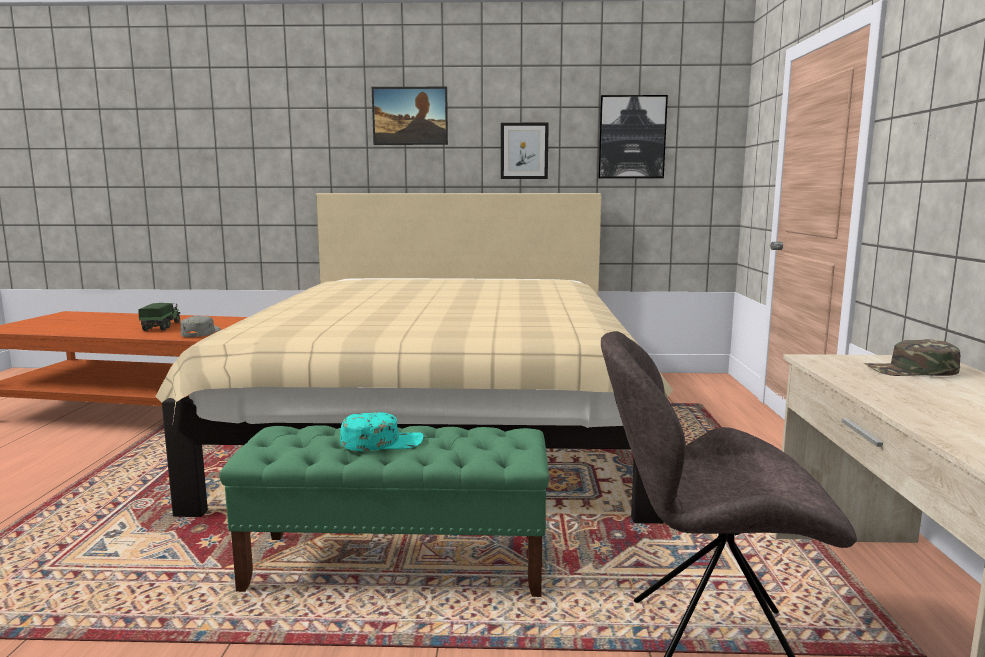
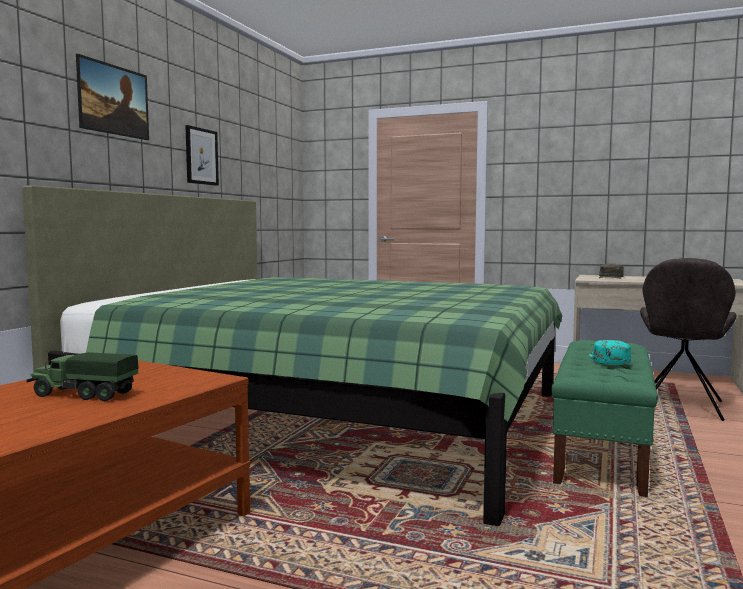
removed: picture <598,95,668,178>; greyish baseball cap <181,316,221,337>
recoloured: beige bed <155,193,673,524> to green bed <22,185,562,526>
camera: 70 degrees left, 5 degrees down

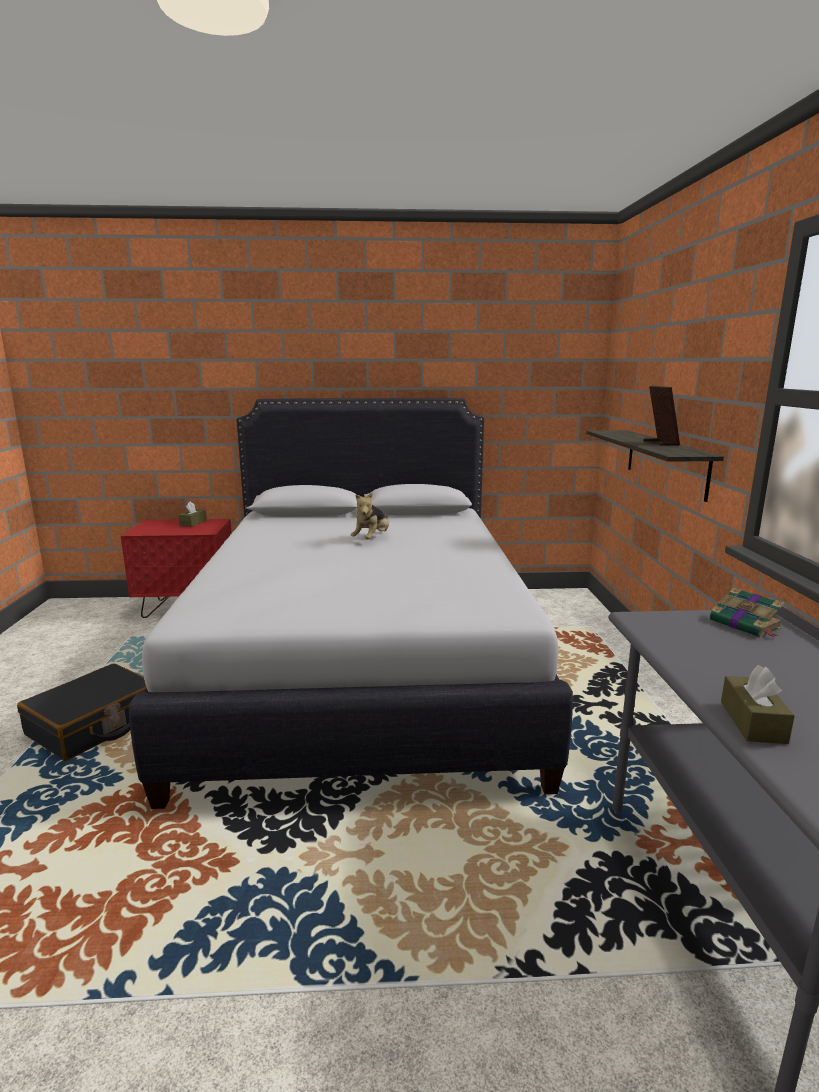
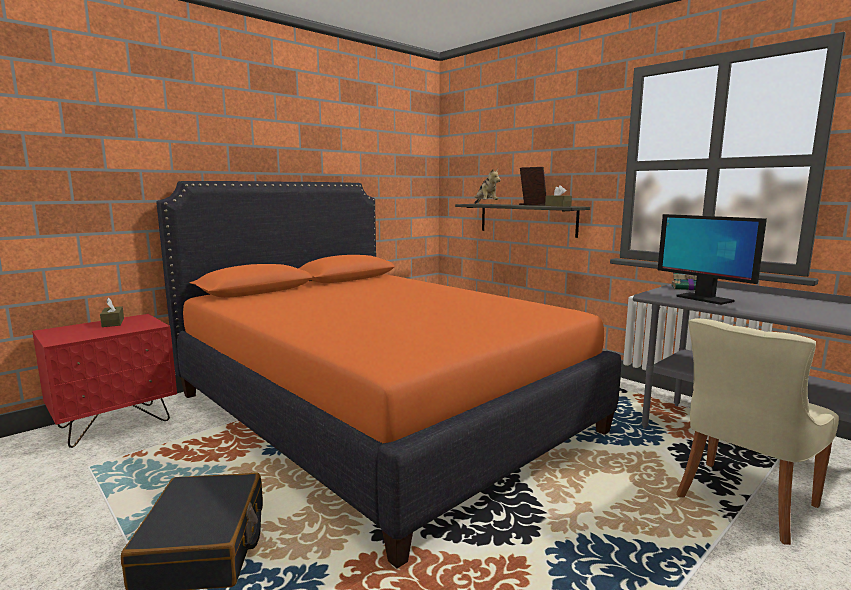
added: computer display <658,214,767,305>; beige upright chair <676,318,839,545>
moved: soft toy <351,493,389,539> to <474,169,501,204>; brown tissue box <721,665,795,744> to <545,185,572,207>
recoloured: white-coloured bed <129,398,573,809> to orangey bed <156,181,621,569>
camera: 40 degrees left, 5 degrees down

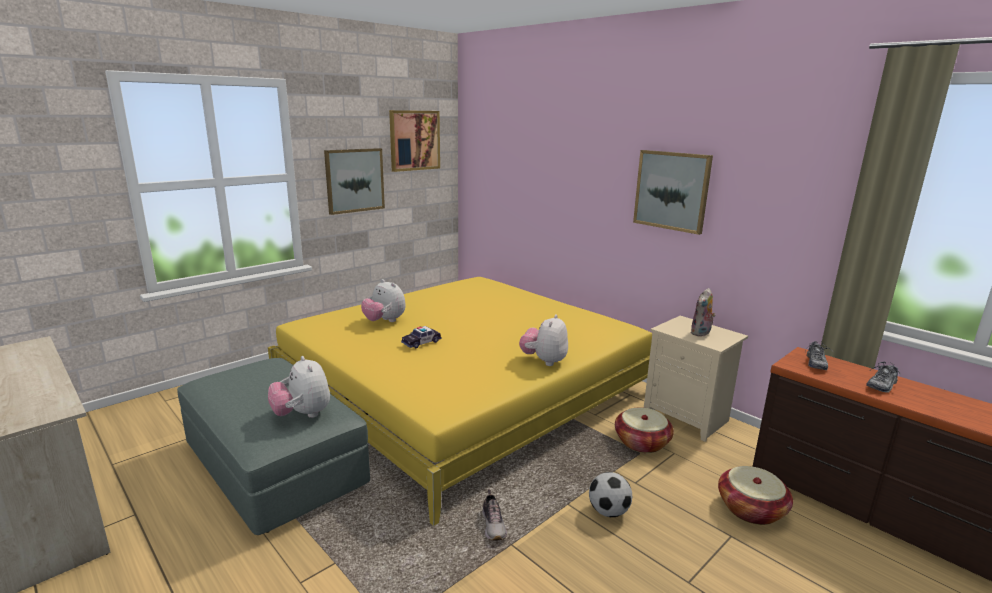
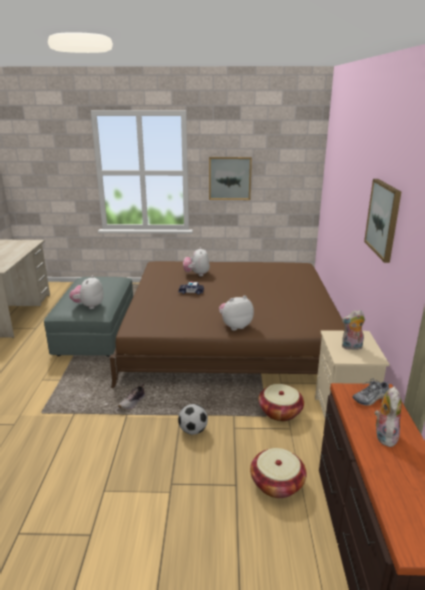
removed: picture <389,110,440,172>
replaced: low shoe <866,362,900,393> to soft toy <375,387,402,447>
recoloured: yellowish bed <268,277,652,526> to brown bed <109,261,345,388>
camera: 45 degrees right, 5 degrees up

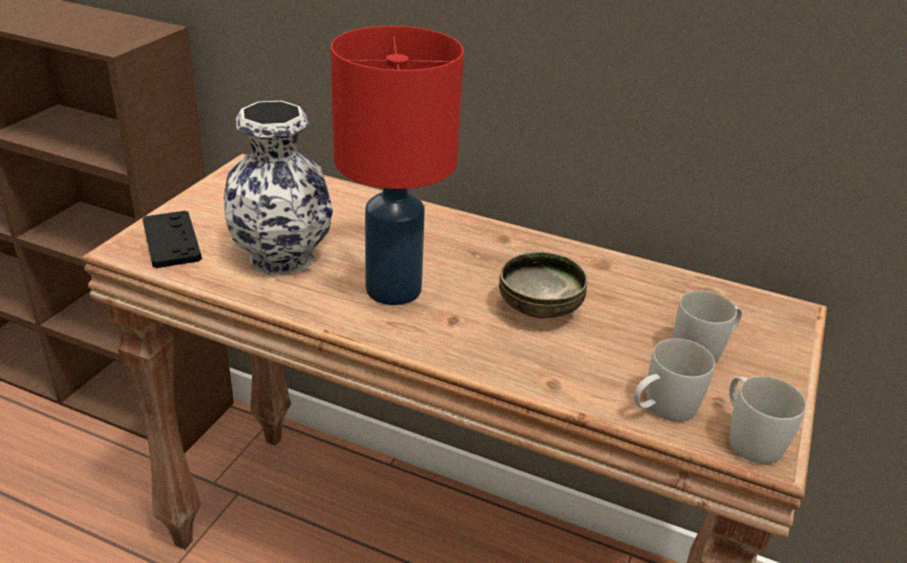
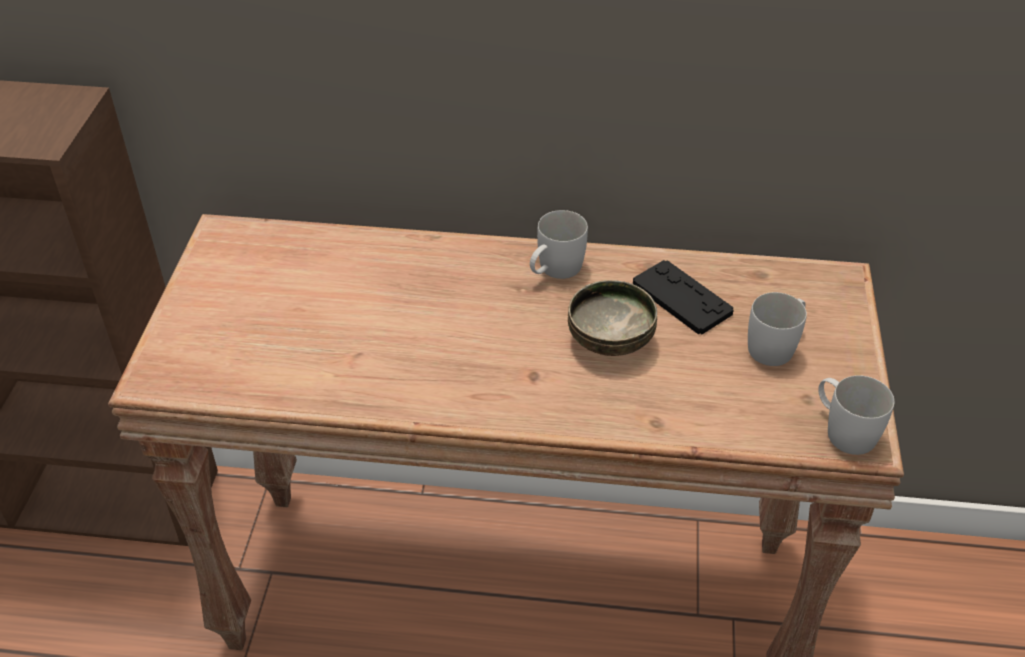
removed: red table lamp <331,26,464,305>; flower vase <224,101,333,275>
moved: black gamepad <143,211,202,268> to <633,260,734,334>; white-coloured tea mug <634,339,715,422> to <530,210,588,279>
camera: 15 degrees left, 10 degrees up

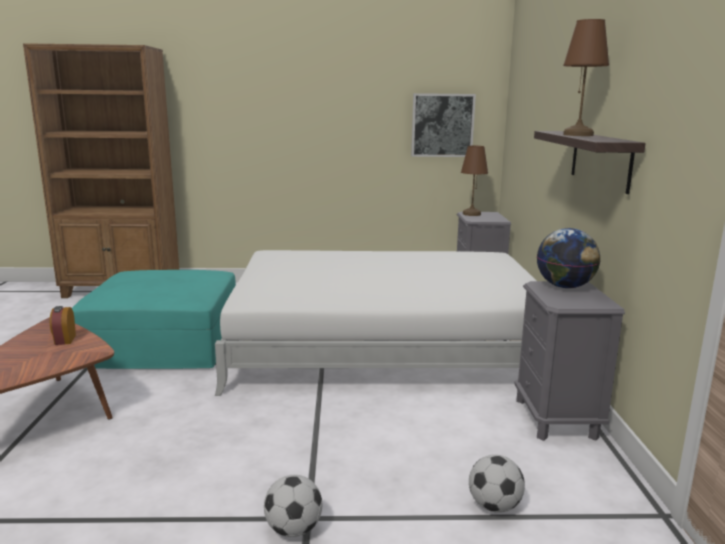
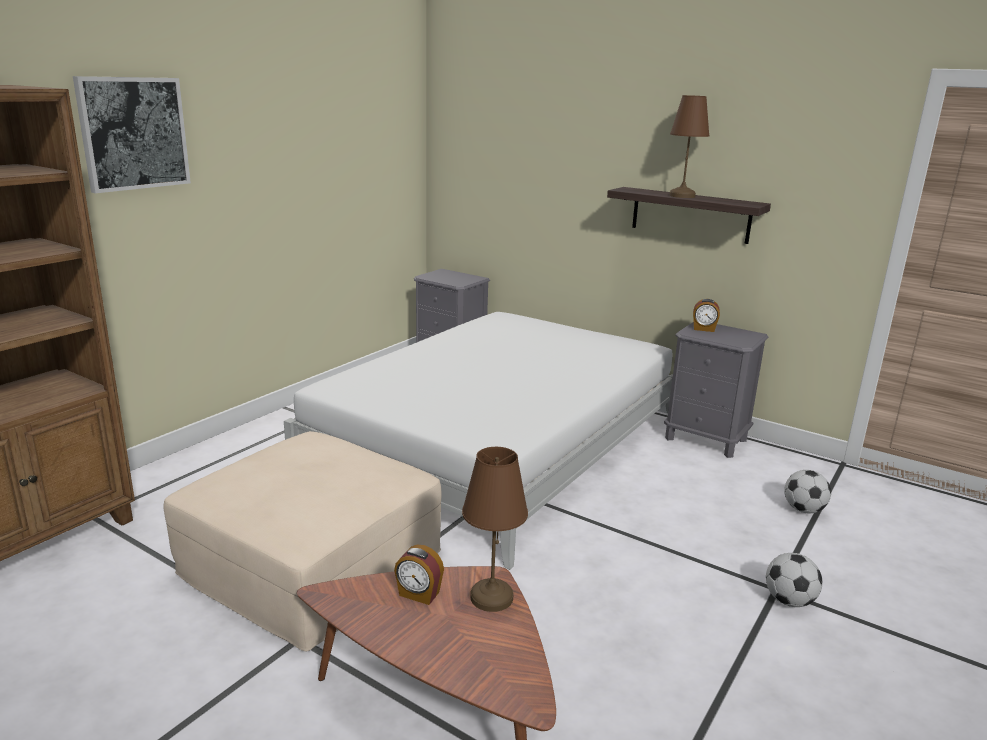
moved: picture <411,93,476,157> to <73,76,191,193>; brown table lamp <461,146,488,216> to <462,447,528,612>
replaced: world globe <537,228,601,288> to table clock <693,299,720,332>
recoloured: blue-green pouffe <72,270,236,369> to beige pouffe <163,431,441,651>
camera: 55 degrees left, 5 degrees up

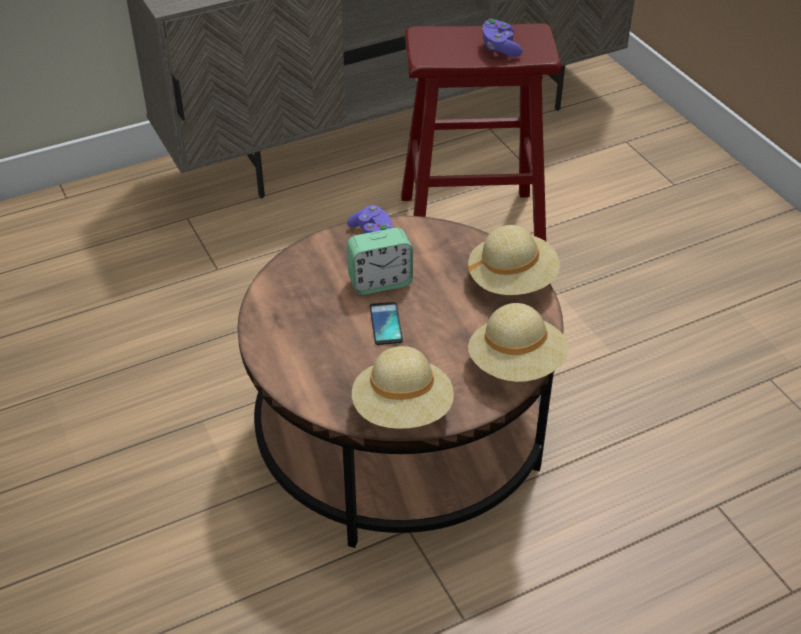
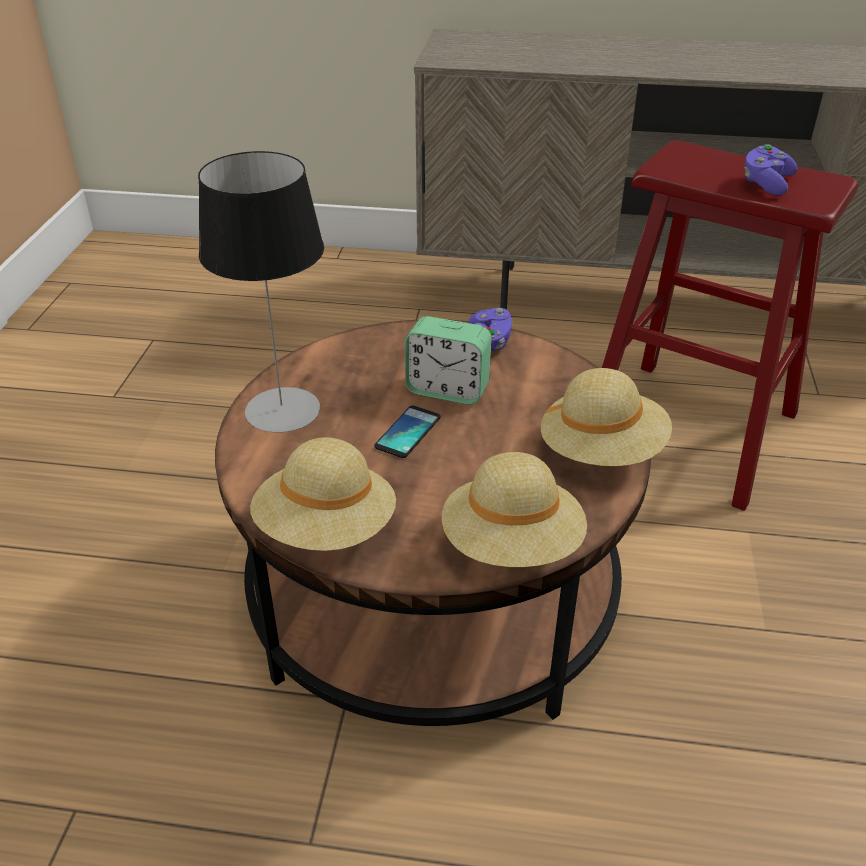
added: table lamp <198,151,324,433>
camera: 35 degrees right, 5 degrees down

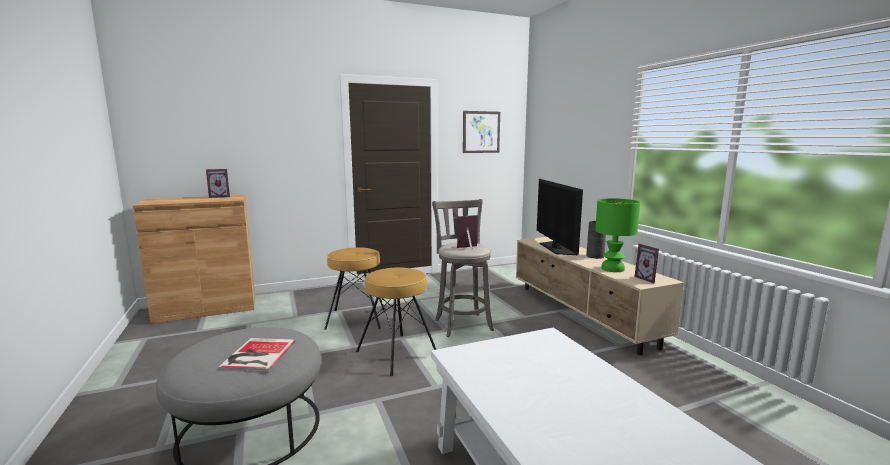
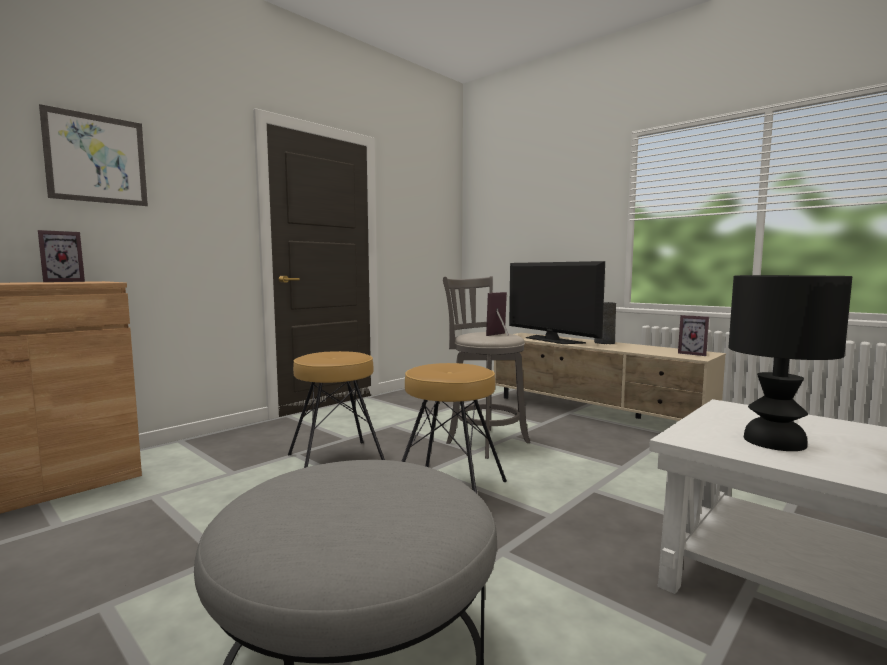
removed: green table lamp <595,198,640,272>; volume <219,338,295,371>
added: black table lamp <729,275,852,451>
moved: picture <463,111,500,153> to <39,104,148,206>
camera: 25 degrees left, 5 degrees down

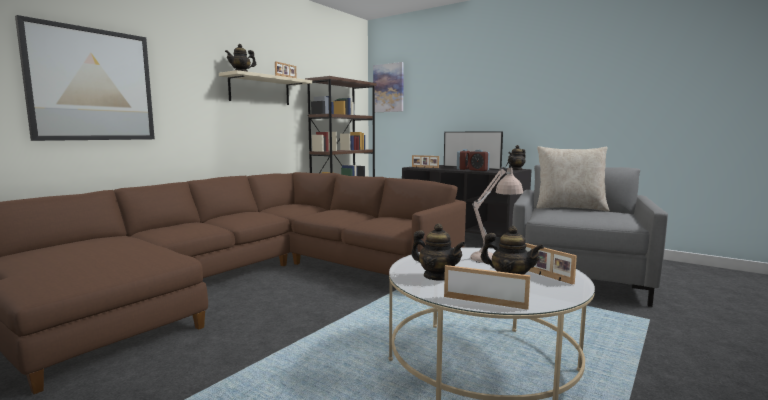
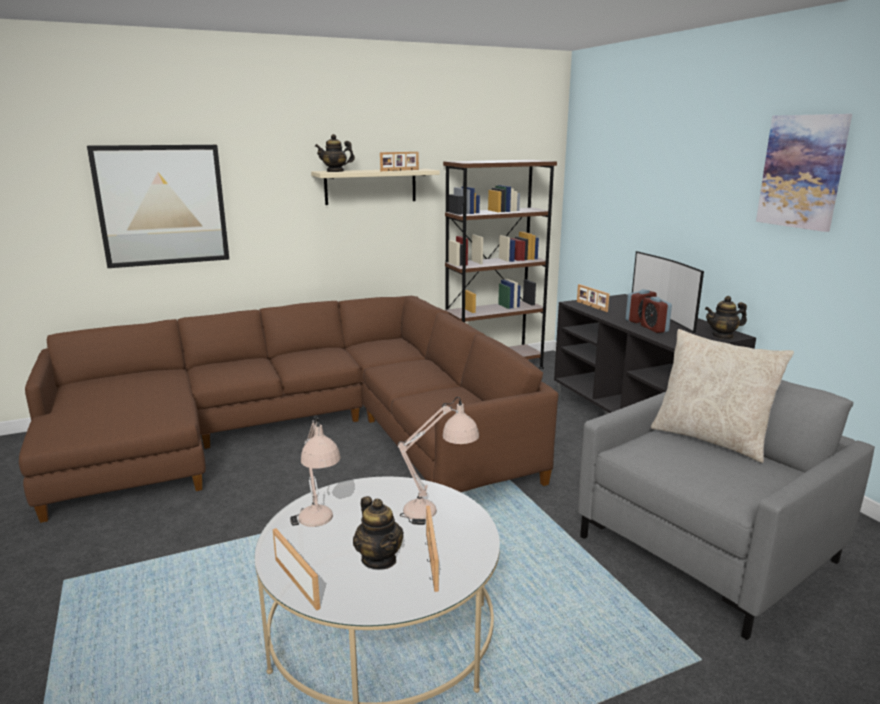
moved: picture <373,62,404,112> to <756,114,852,232>
replaced: pot for tea <411,224,466,281> to beige table lamp <290,416,341,527>
camera: 30 degrees right, 10 degrees up

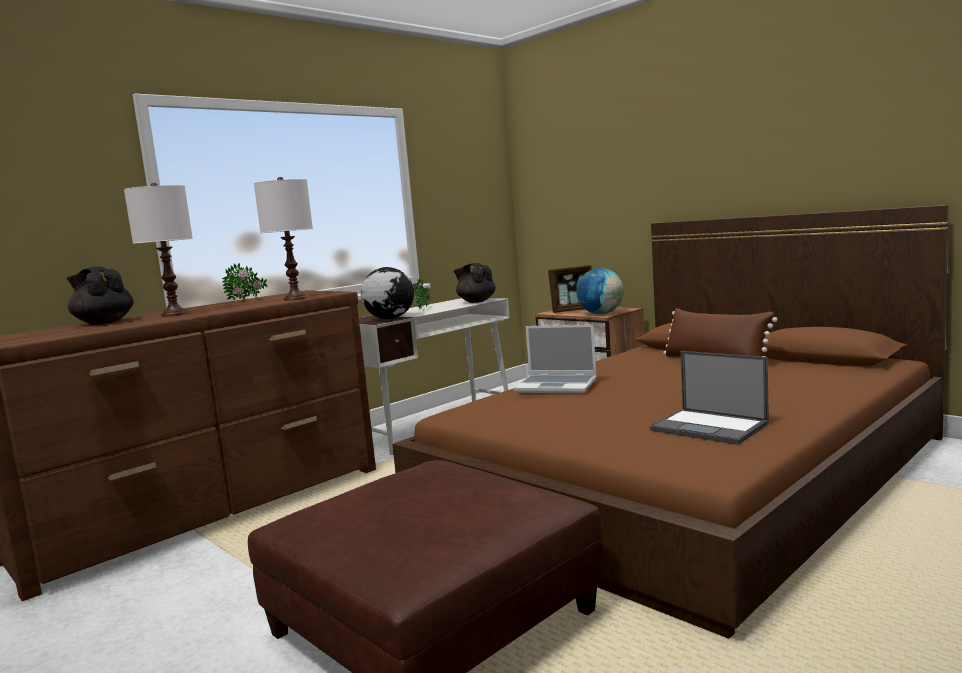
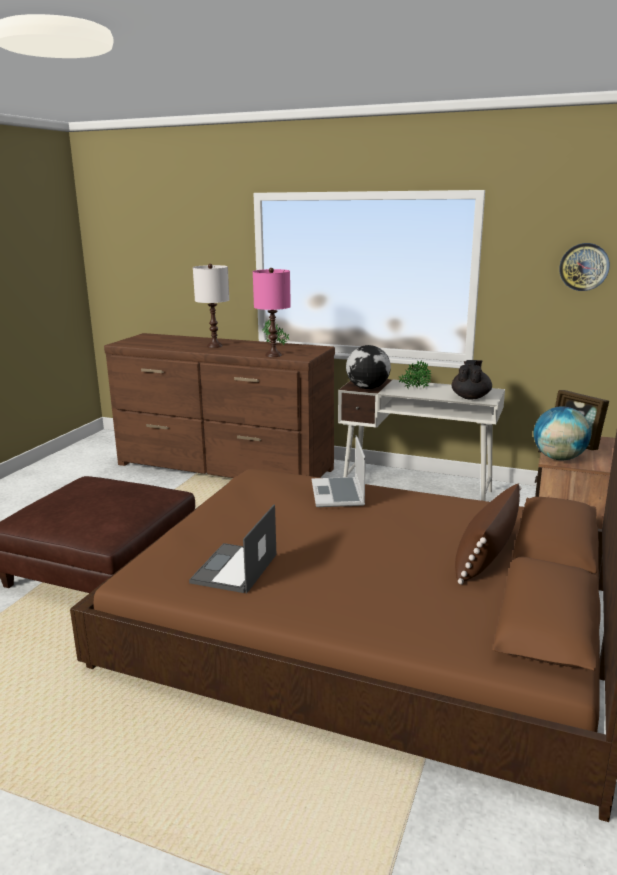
removed: black pot for tea <67,267,134,325>
added: hanging clock <560,243,610,291>
recoloured: white-coloured table lamp <254,177,313,301> to pink table lamp <253,268,291,357>
camera: 65 degrees right, 10 degrees up

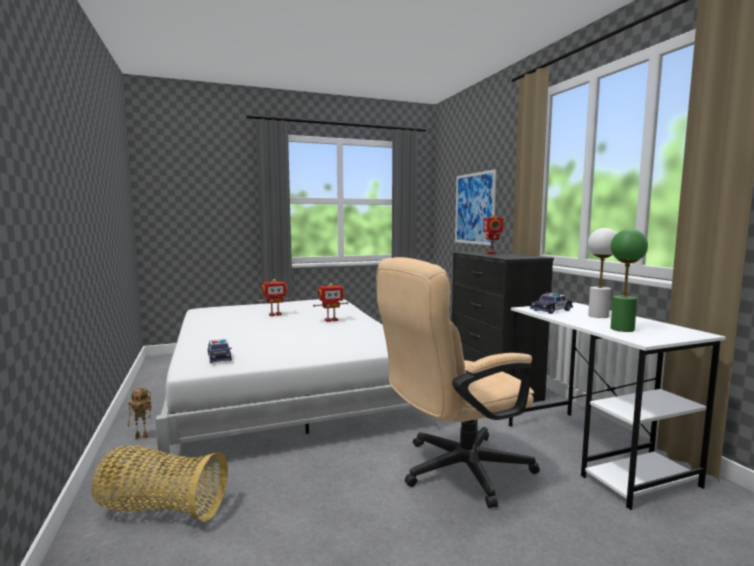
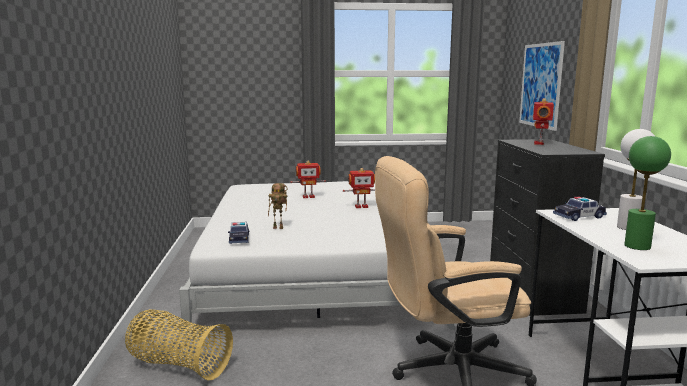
moved: robot figure <128,388,152,439> to <268,183,288,229>
camera: 15 degrees right, 5 degrees up

